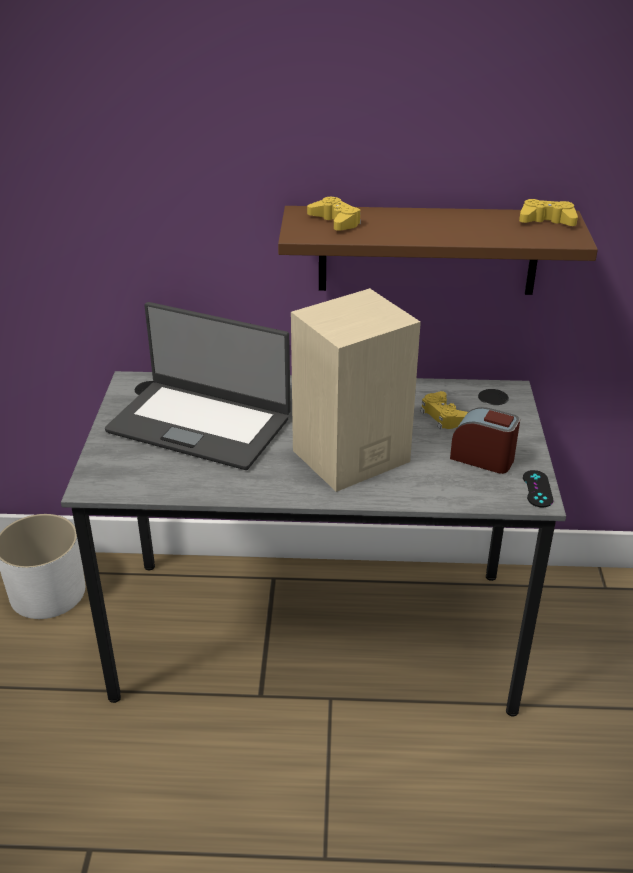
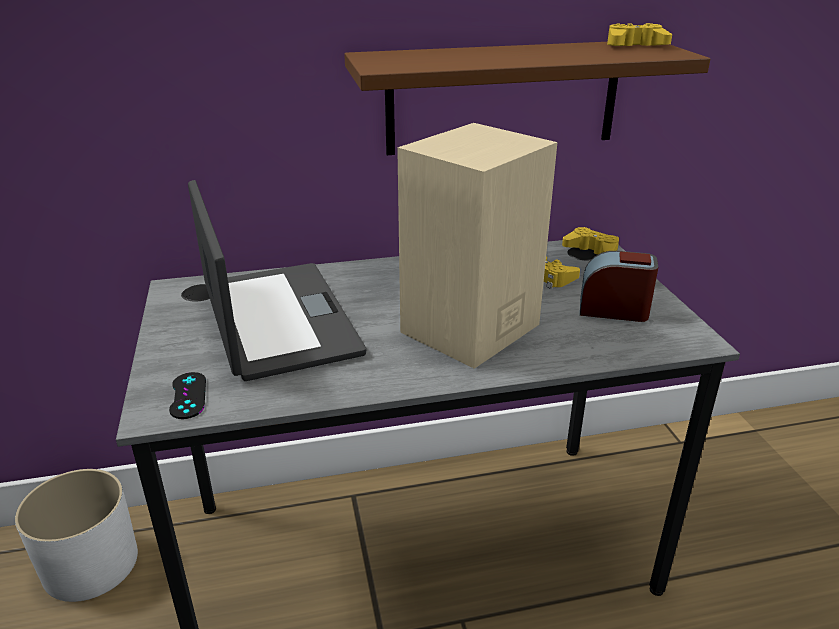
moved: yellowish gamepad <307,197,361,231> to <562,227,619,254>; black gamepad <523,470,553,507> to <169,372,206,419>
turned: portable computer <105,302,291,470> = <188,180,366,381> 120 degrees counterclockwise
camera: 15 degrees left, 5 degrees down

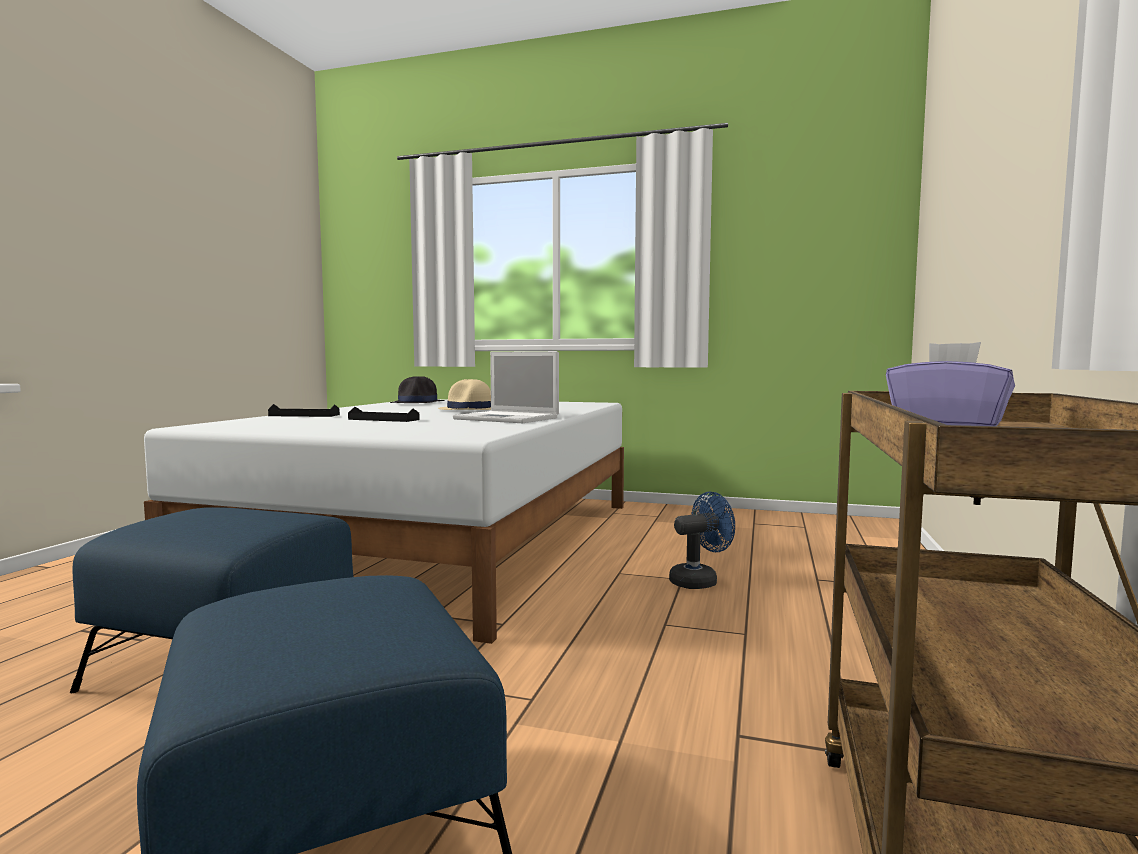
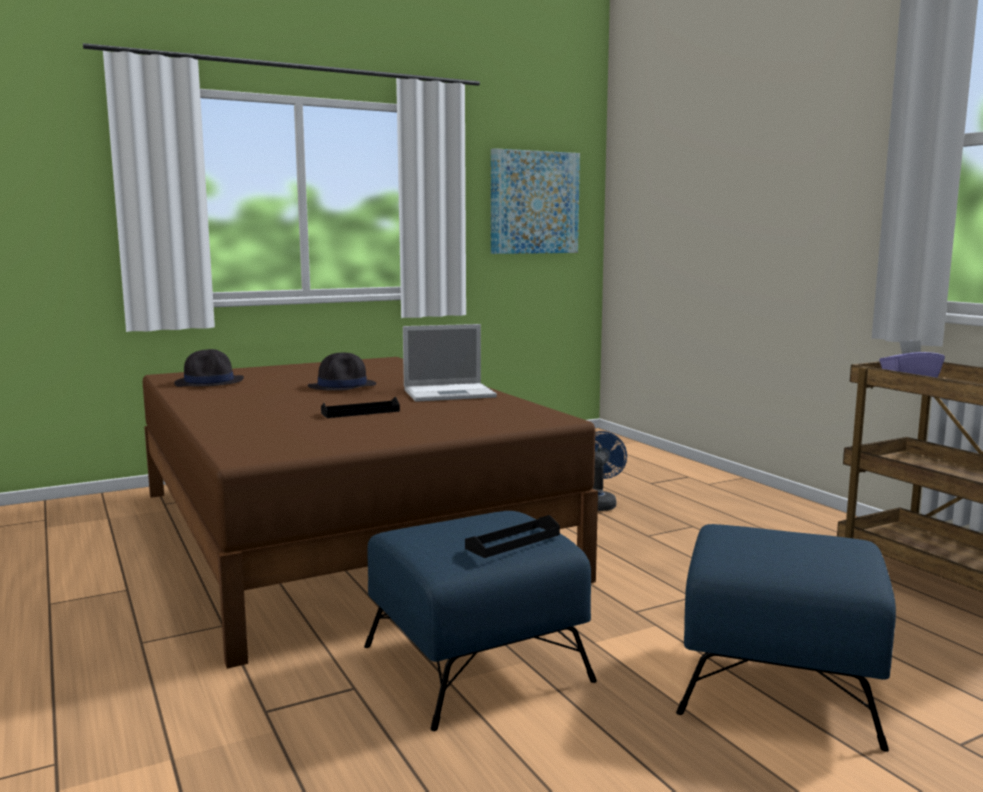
added: picture <491,148,580,254>
moved: black serving tray <268,404,340,417> to <465,515,560,558>
recoloured: beige hat <438,379,491,410> to black hat <308,353,376,391>; white-coloured bed <144,399,624,644> to brown bed <143,357,598,669>
camera: 45 degrees left, 5 degrees up

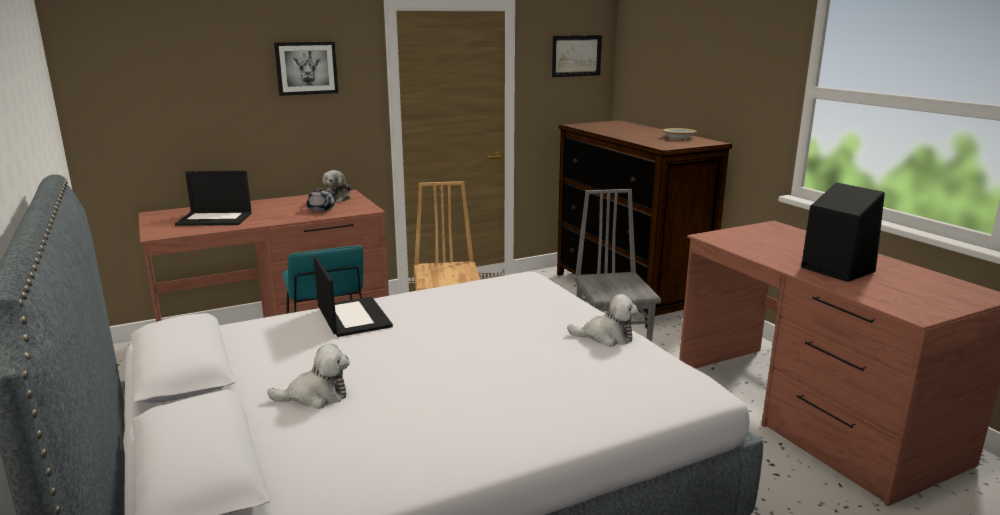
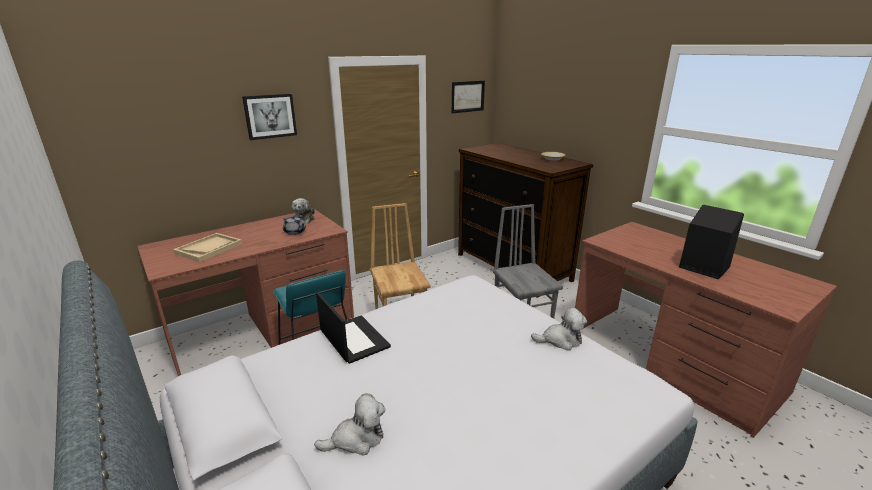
replaced: portable computer <175,171,251,226> to beige serving tray <173,233,242,262>
camera: 10 degrees left, 5 degrees up

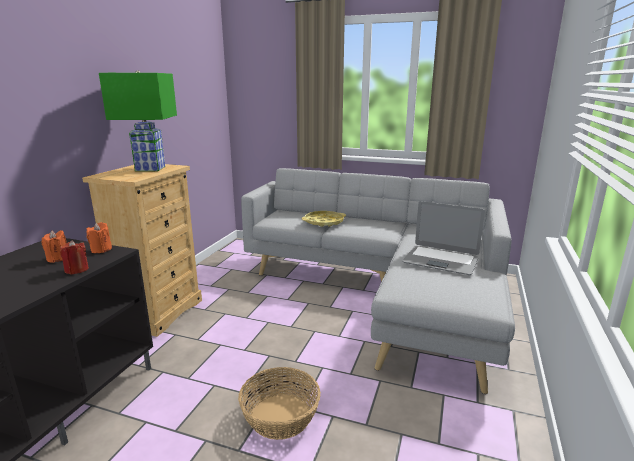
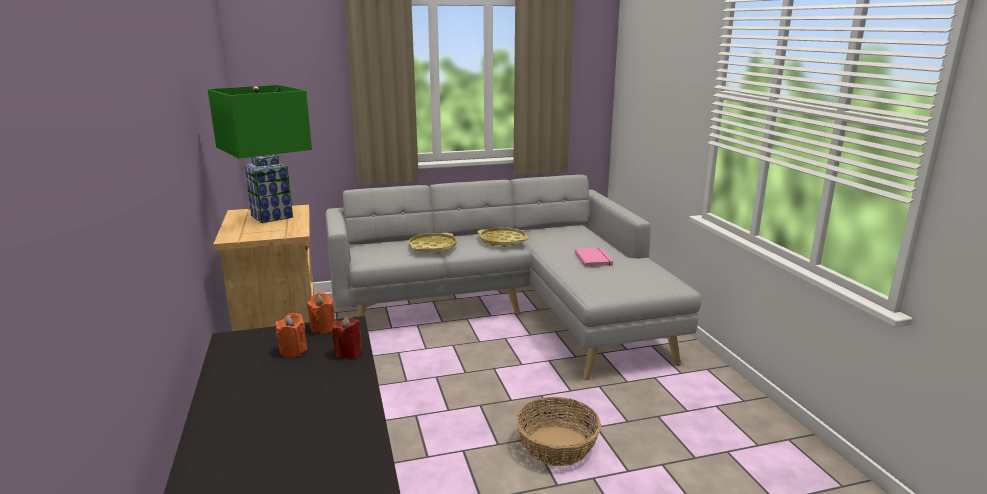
added: yellowish serving tray <477,227,529,247>
replaced: portable computer <402,201,485,275> to pink volume <575,248,614,267>
camera: 35 degrees left, 0 degrees up

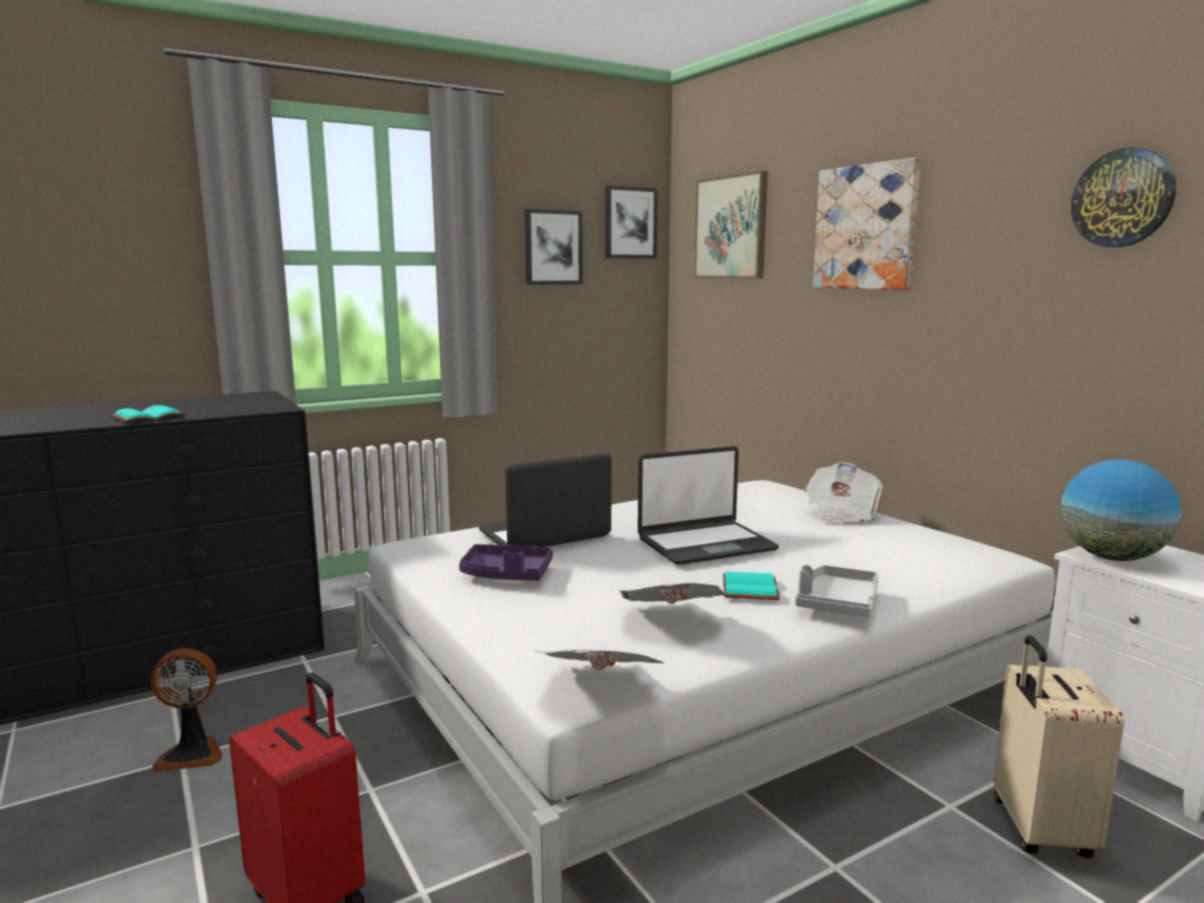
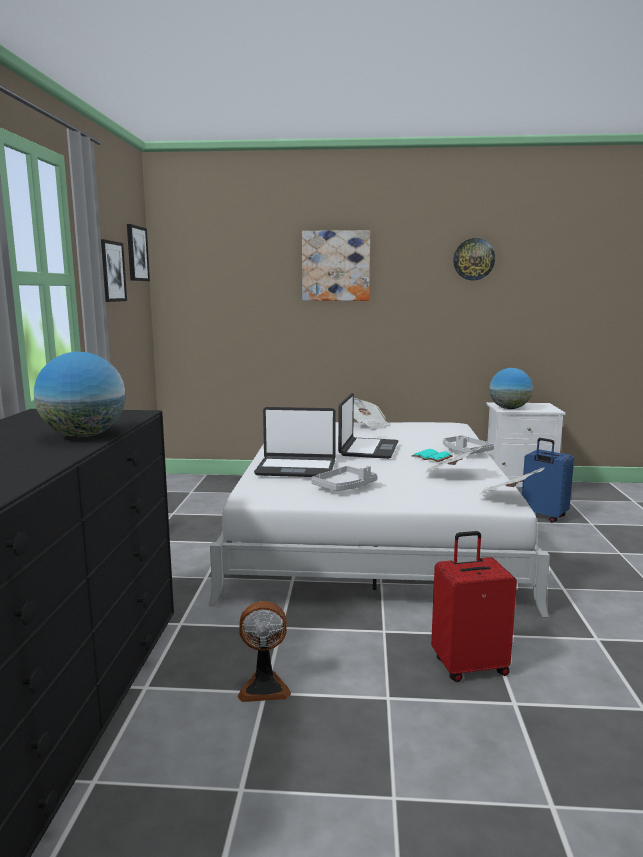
removed: picture <694,171,768,278>
replaced: blue-green volume <111,405,185,423> to world globe <34,352,126,438>
recoloured: purplish serving tray <459,544,553,581> to greyish serving tray <311,466,378,491>; beige suitcase <993,635,1124,858> to bluish suitcase <522,438,574,522>
turned: portable computer <479,453,612,547> = <254,407,336,477> 90 degrees counterclockwise; cooling fan <150,648,222,772> = <238,601,291,702> 60 degrees clockwise
camera: 55 degrees left, 0 degrees up

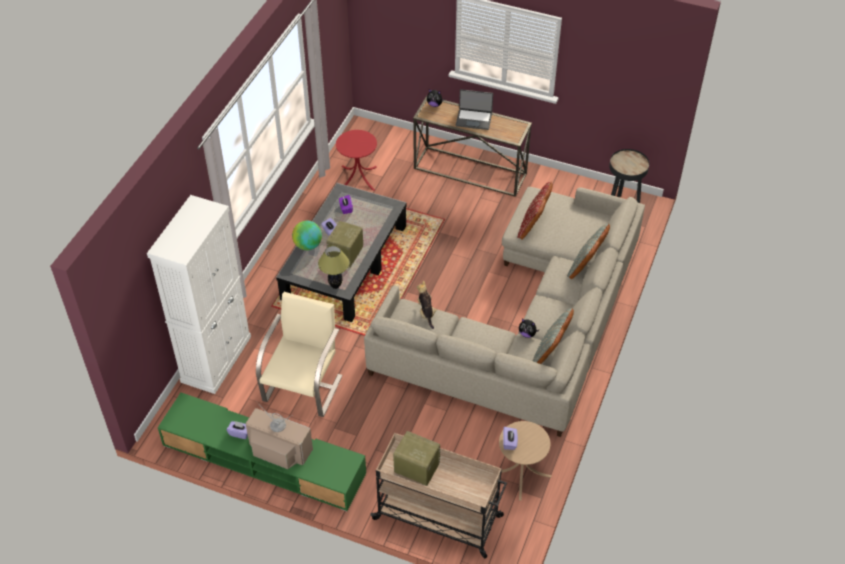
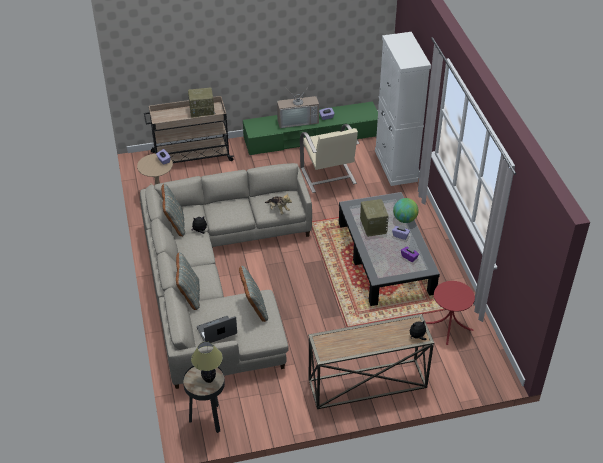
moved: portable computer <456,89,493,130> to <197,316,237,343>; table lamp <318,246,349,289> to <191,341,223,383>
recoloured: red pillow <517,182,553,240> to greyish pillow <239,266,268,322>
camera: 145 degrees right, 5 degrees down

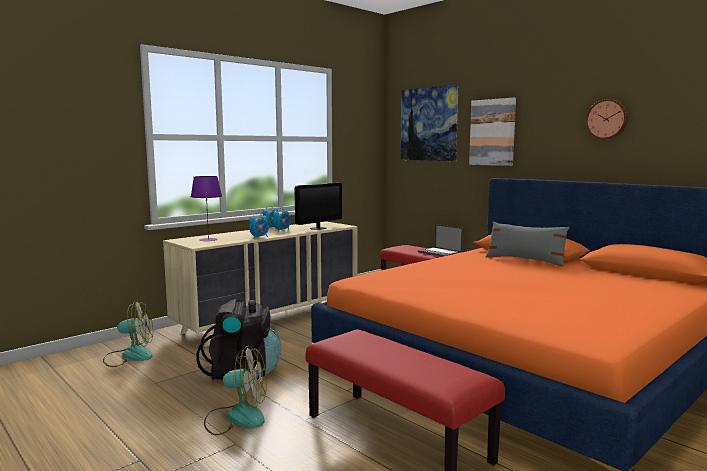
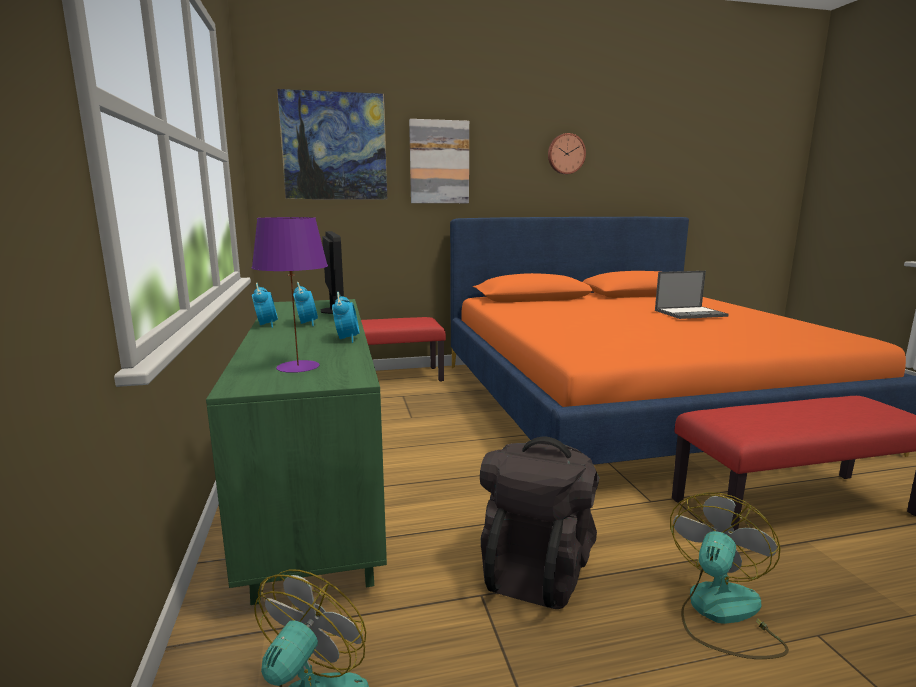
removed: greyish pillow <486,221,570,267>
moved: portable computer <418,224,463,257> to <655,271,729,319>
recoloured: beige dresser <163,221,358,347> to green dresser <206,299,387,605>
camera: 60 degrees left, 5 degrees up

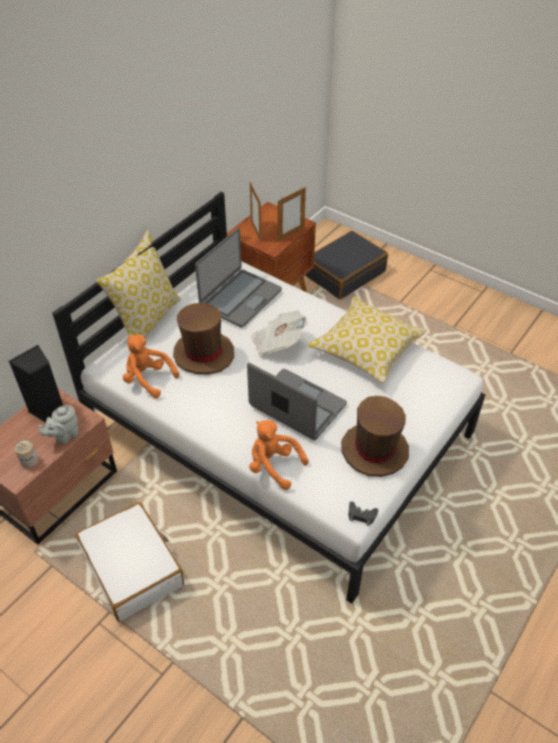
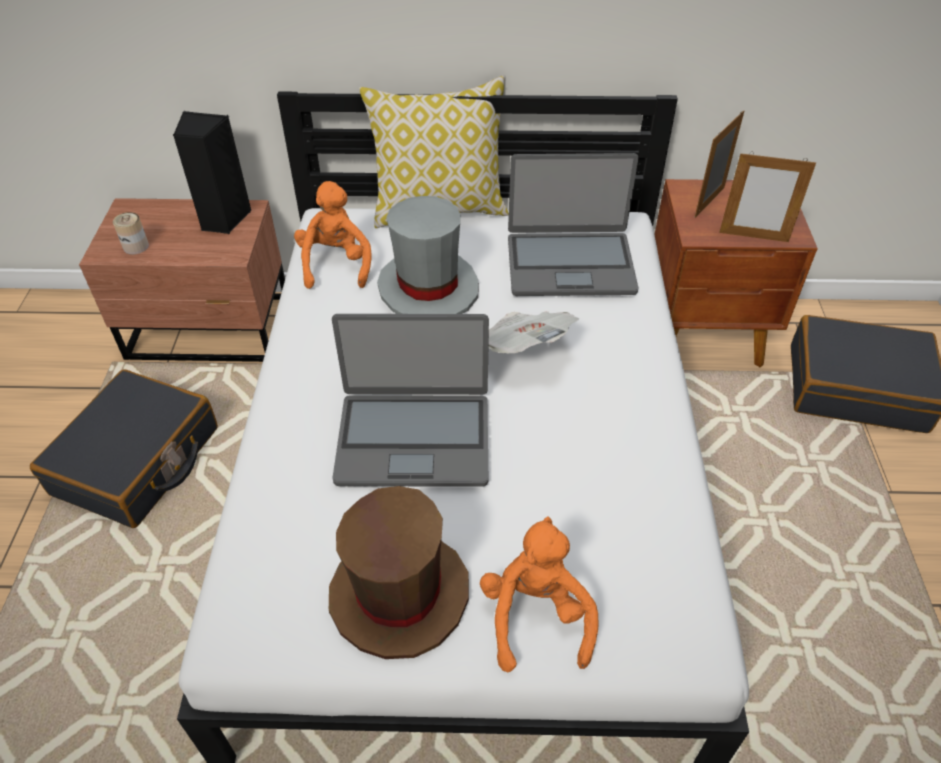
removed: pillow <307,297,427,383>; greyish pot for tea <39,405,78,444>; black gamepad <348,501,378,526>
moved: orangey soft toy <249,420,308,490> to <480,516,598,673>
recoloured: brown hat <173,303,234,374> to greyish hat <377,196,479,314>; white-coloured suitcase <75,502,184,622> to black suitcase <30,369,218,528>
turned: portable computer <247,363,347,440> = <332,314,489,487> 90 degrees clockwise
camera: 55 degrees right, 0 degrees up

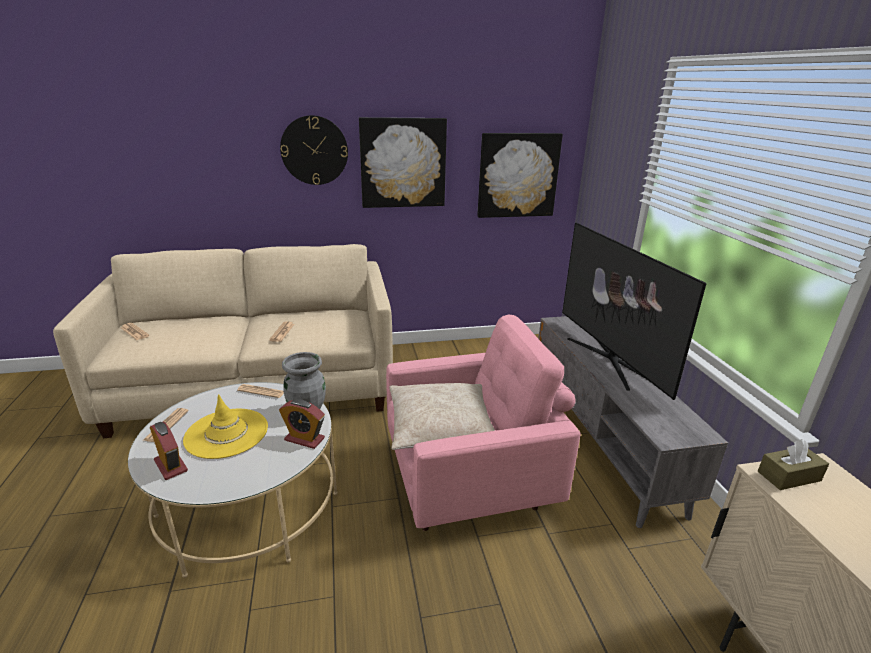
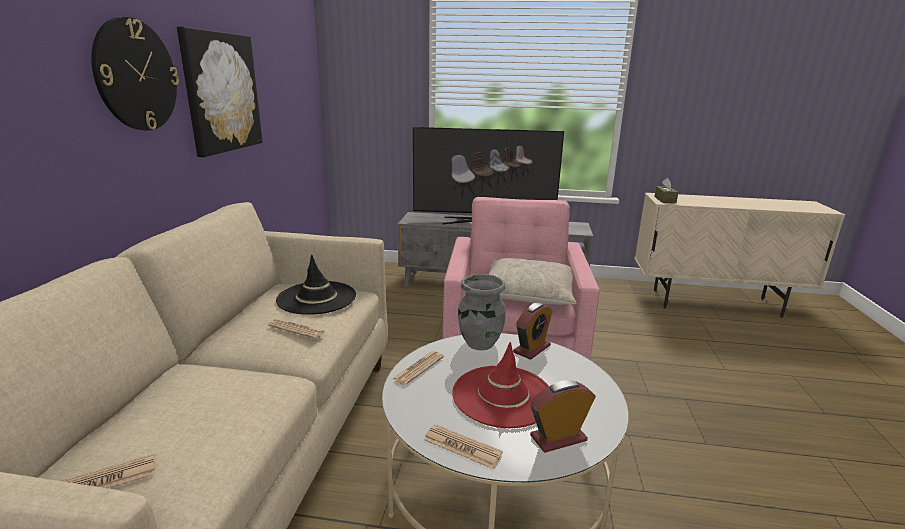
removed: picture <477,133,563,218>
added: black hat <276,255,356,315>
recoloured: yellowish hat <183,394,268,459> to red hat <452,342,549,428>
camera: 70 degrees left, 5 degrees down

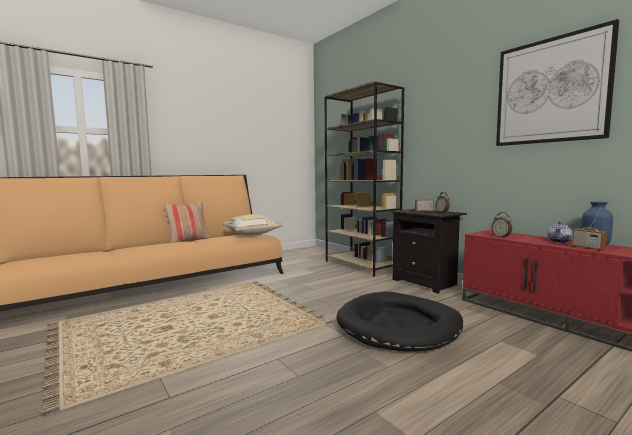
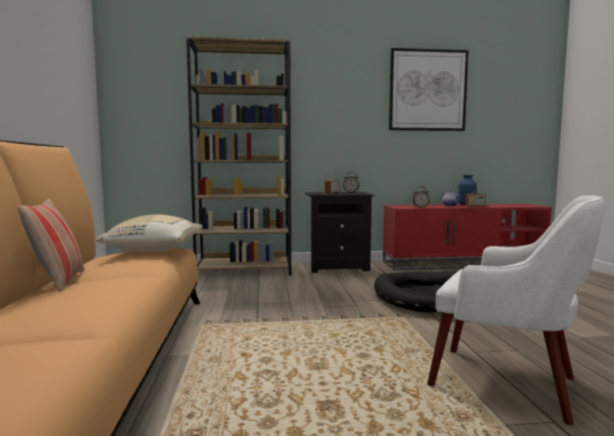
added: white-coloured easy chair <427,196,605,425>
camera: 60 degrees left, 0 degrees up

